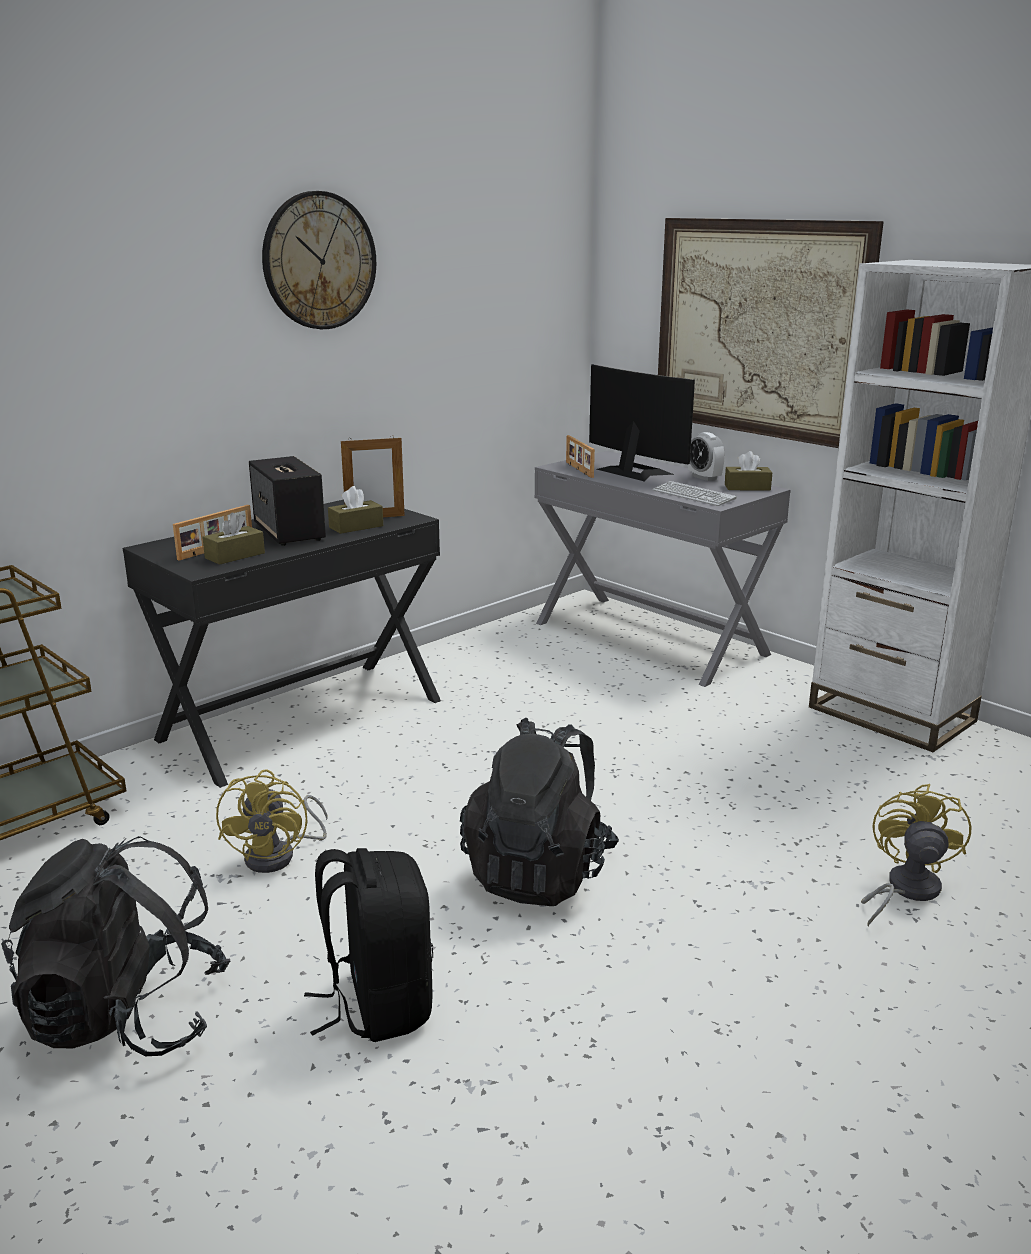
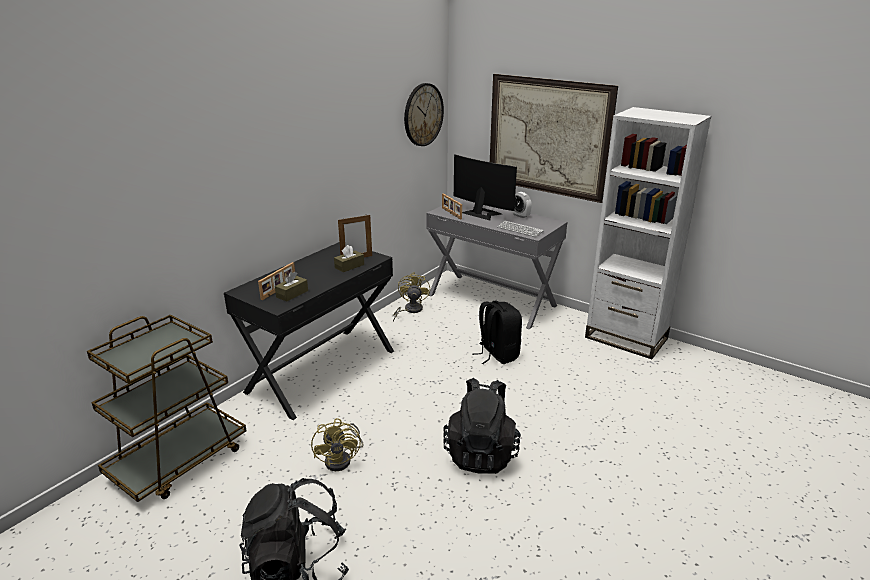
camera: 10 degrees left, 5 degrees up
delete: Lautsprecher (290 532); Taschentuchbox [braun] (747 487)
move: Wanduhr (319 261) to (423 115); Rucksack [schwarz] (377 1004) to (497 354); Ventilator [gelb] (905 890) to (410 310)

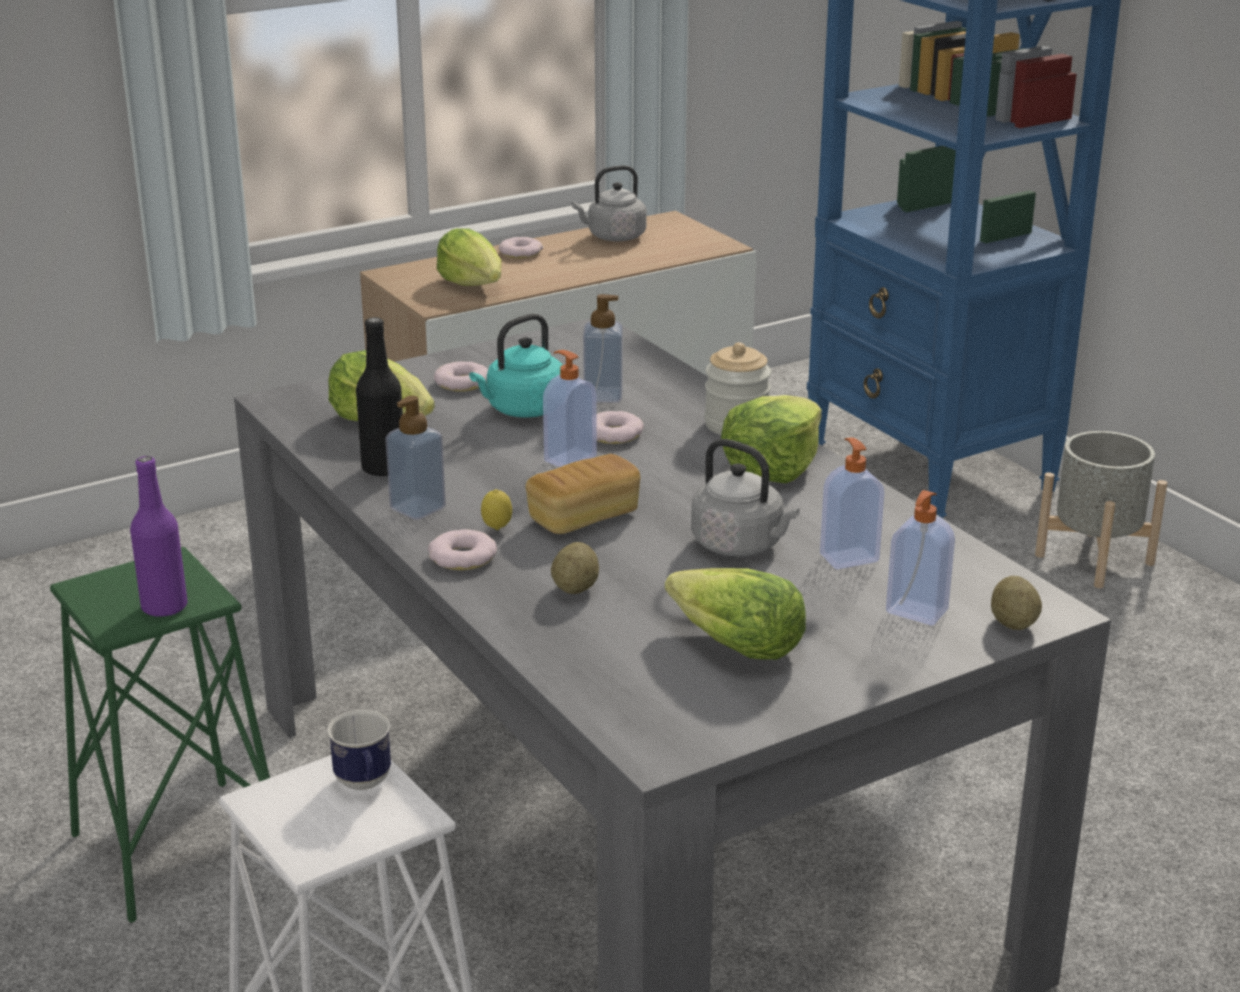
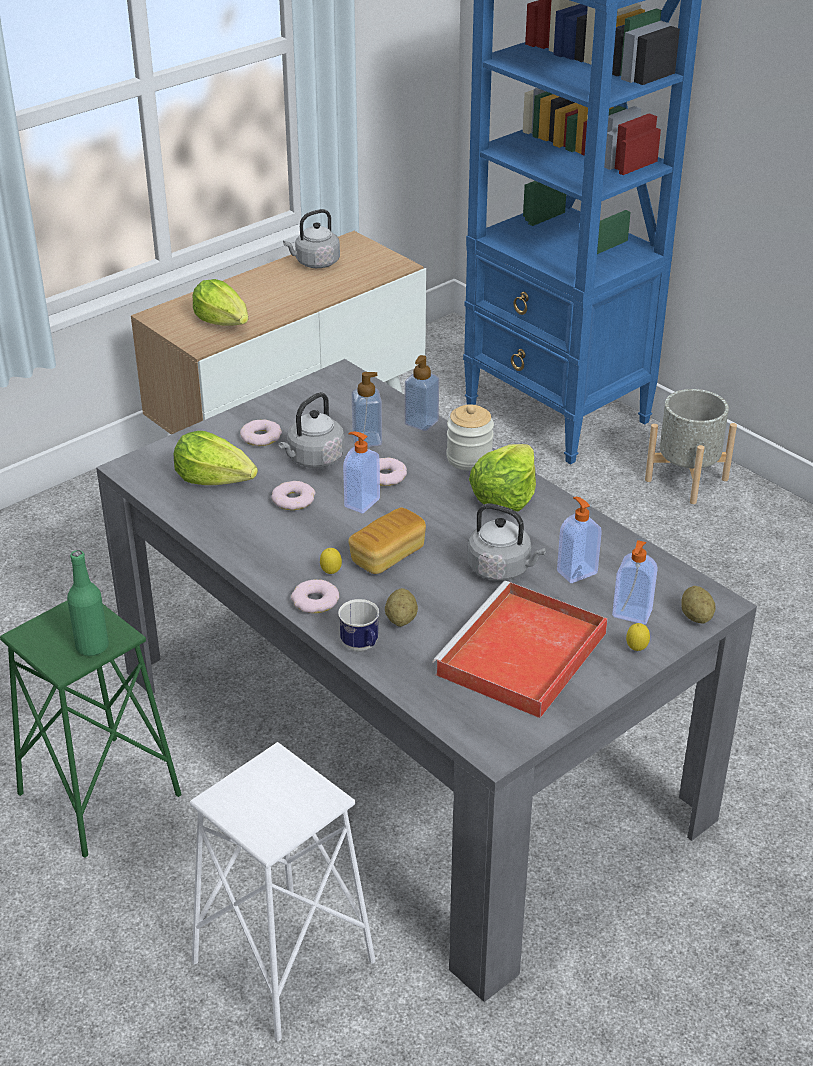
camera: 10 degrees left, 10 degrees up
delete: Flasche [schwarz] (383 468)
insert: Zitrone (636 650)
move: Henkelbecher (364 785) to (362 647); Seifenspender (417 508) to (421 422); Donut (520 253) to (293 500)
replace: Salatkopf (734 645) to Tablett [rot] (521 656)
recolor: Flasche [lila] (164 607) to Flasche [grün] (92 646); Wasserkessel [türkis] (522 410) to Wasserkessel [grau] (313 459)

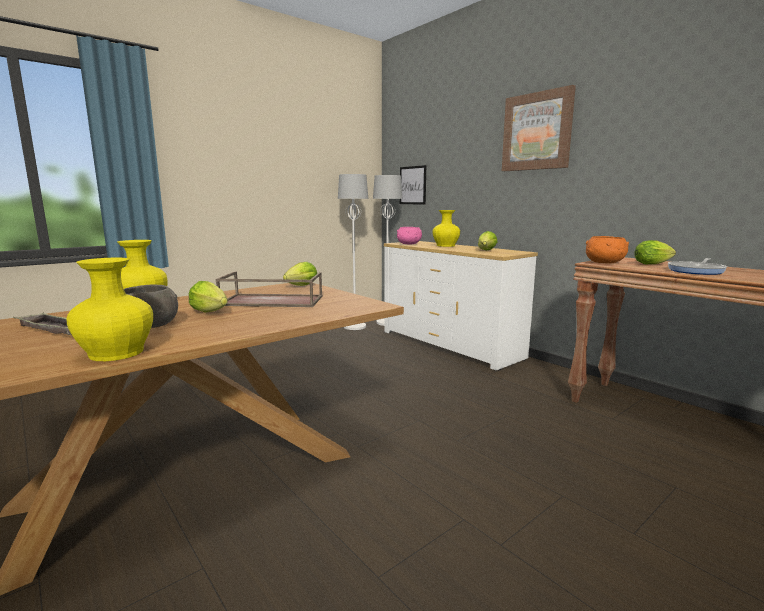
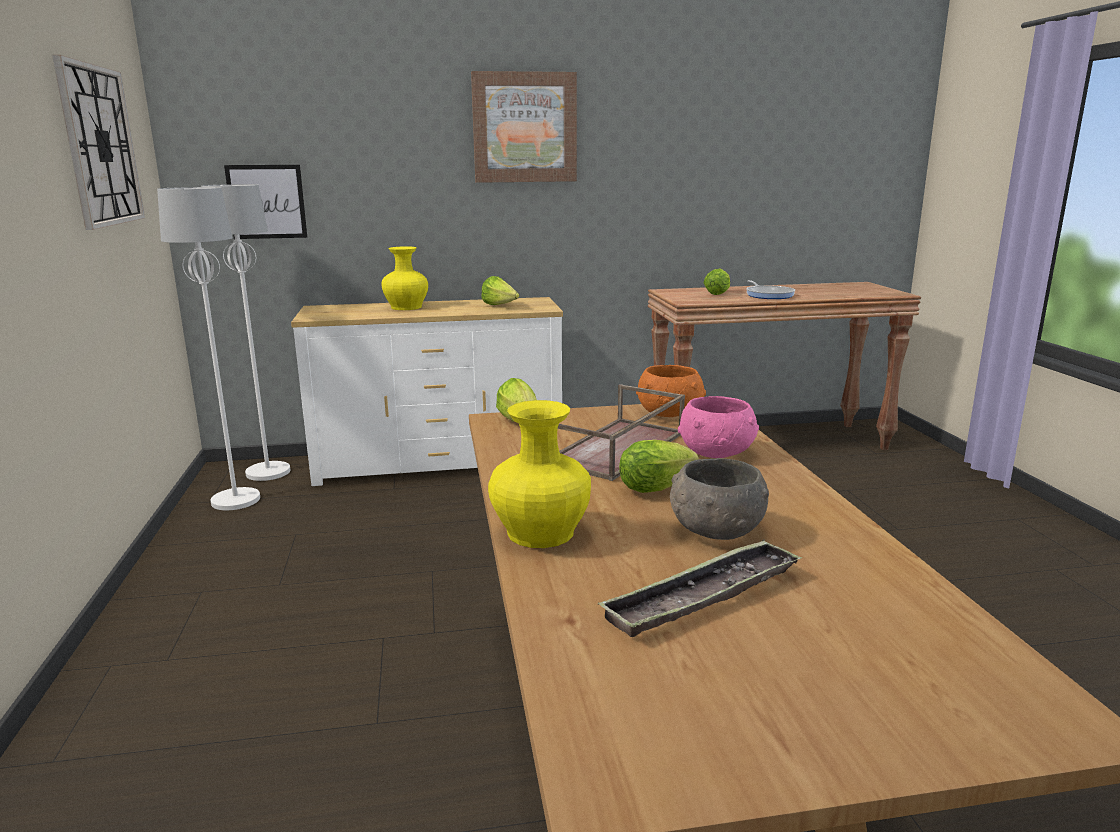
camera: 60 degrees left, 5 degrees up
delete: Vase [gelb] (115 353)
insert: Wanduhr (100 146)
move: Schüssel [rosa] (409 244) to (717 452); Schüssel [orange] (605 262) to (670 413)

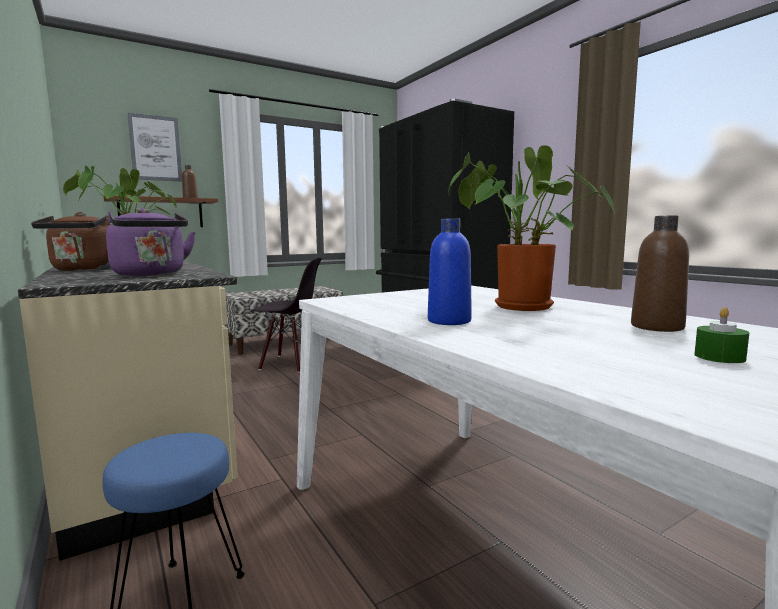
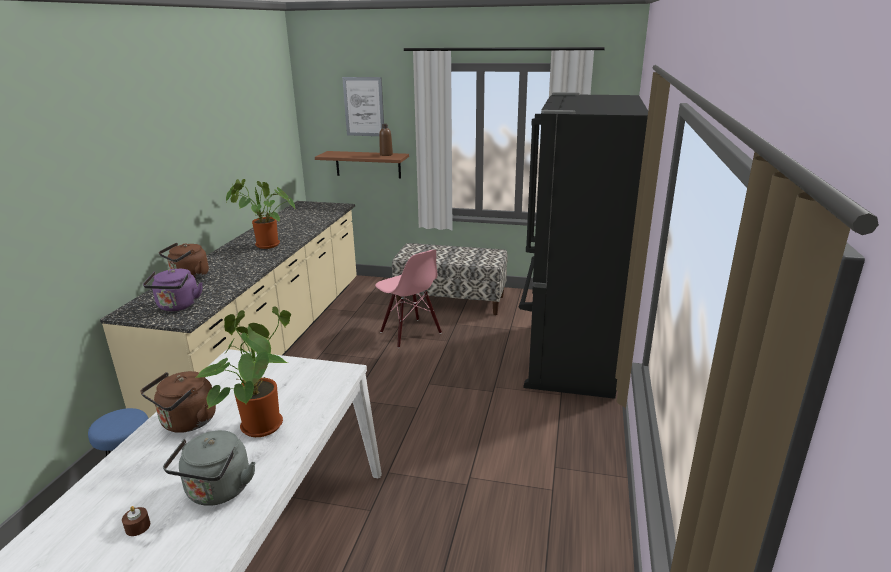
camera: 45 degrees right, 15 degrees up
replace: Flasche [blau] (449 321) to Wasserkessel [braun] (186 423); Flasche [braun] (657 327) to Wasserkessel [grau] (217 492)
recolor: Stuhl [schwarz] (289 363) to Stuhl [rosa] (410 333); Kerze [grün] (719 357) to Kerze [braun] (138 527)

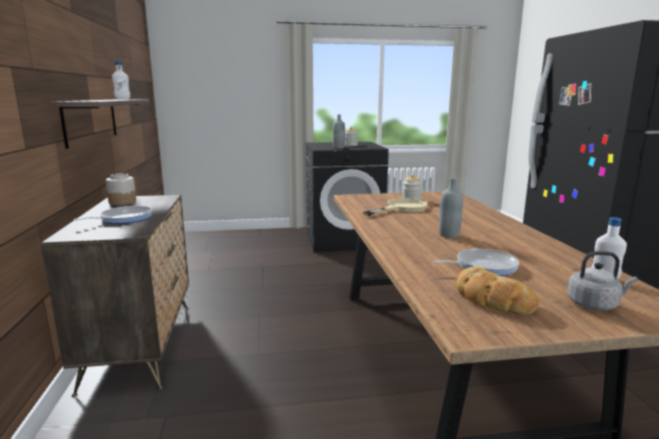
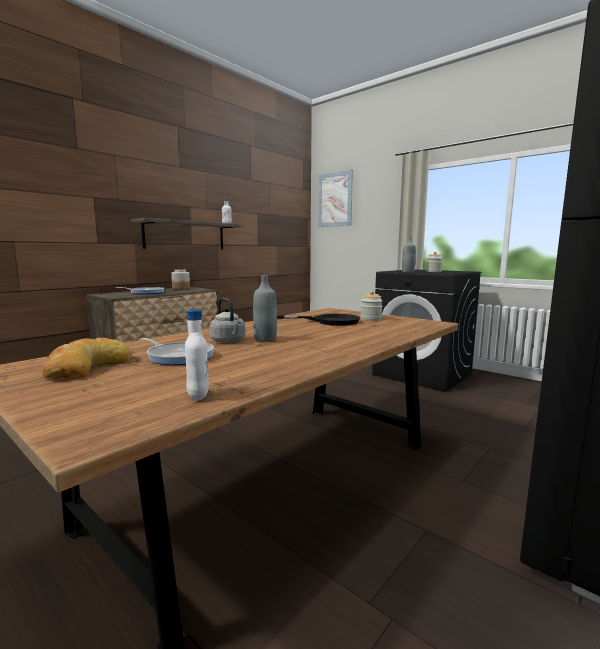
camera: 50 degrees right, 5 degrees down
insert: Bild (335 199)
move: Wasserkessel [grau] (594 305) to (229 341)
recolor: Pfanne [beige] (401 208) to Pfanne [schwarz] (328 321)

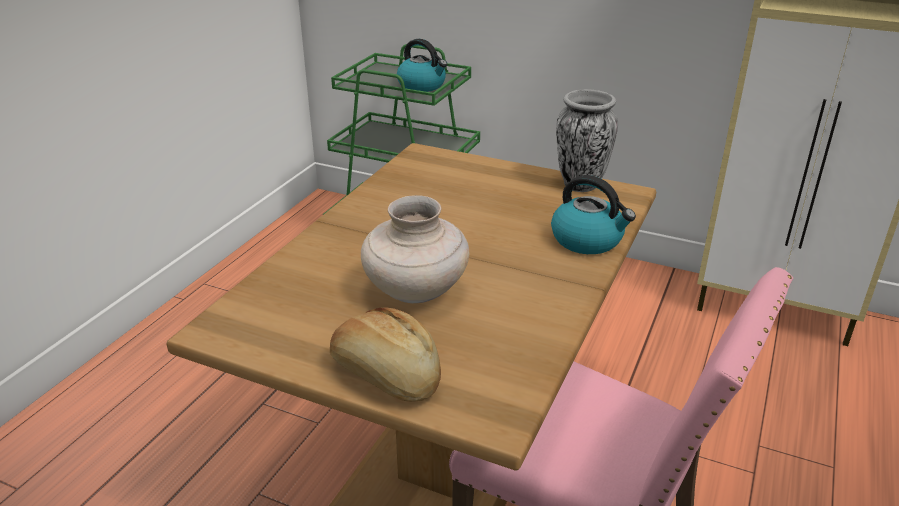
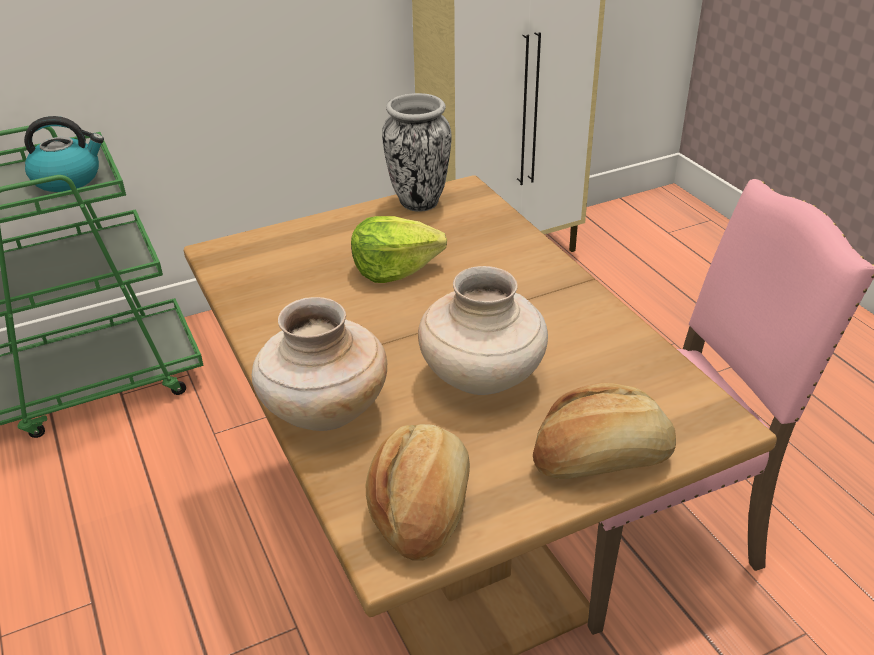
camera: 50 degrees left, 5 degrees up
delete: Wasserkessel (588 240)
insert: Vase [beige] (324 411); Salatkopf (394 269); Brot (422 508)

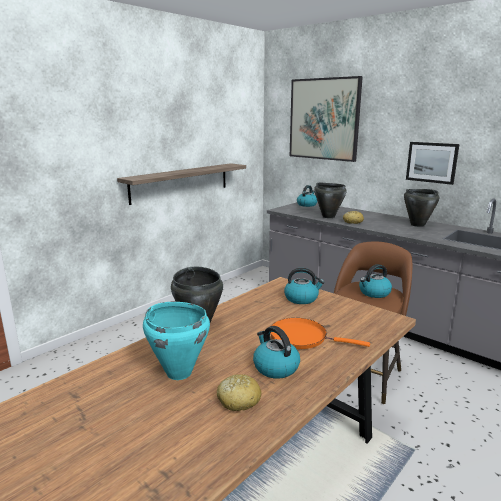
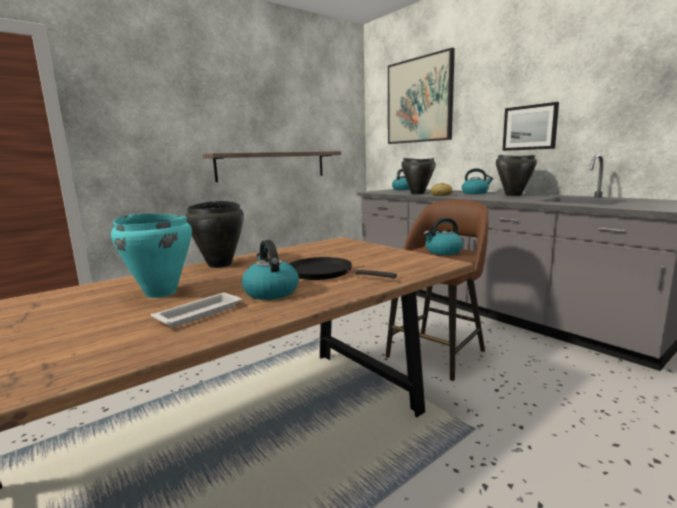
camera: 10 degrees right, 5 degrees down
move: Wasserkessel (302 298) to (475 193)
replace: Brot (238 400) to Tablett [weiß] (201 313)
recolor: Pfanne [orange] (302 337) to Pfanne [schwarz] (324 273)

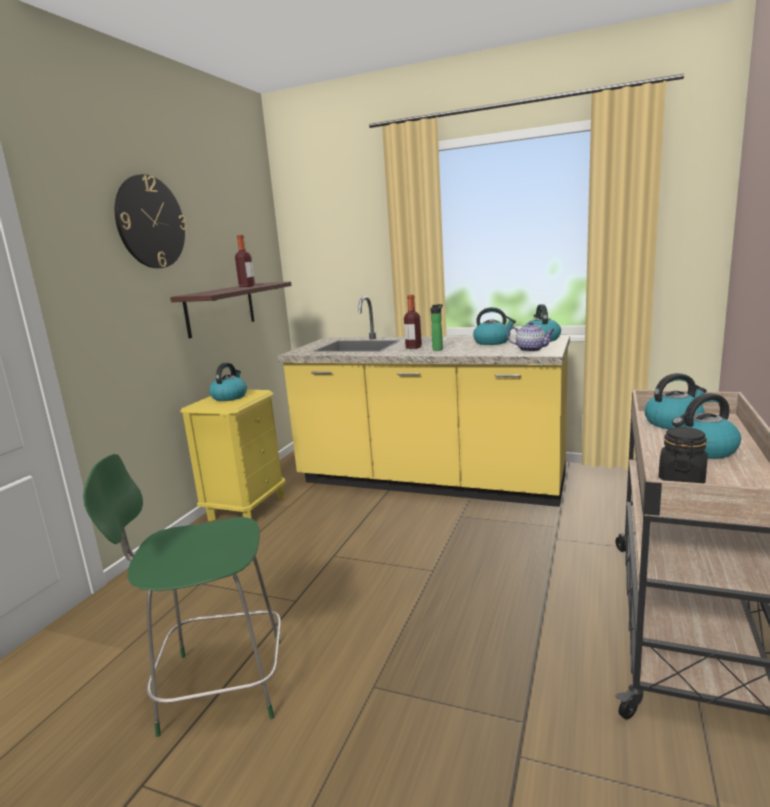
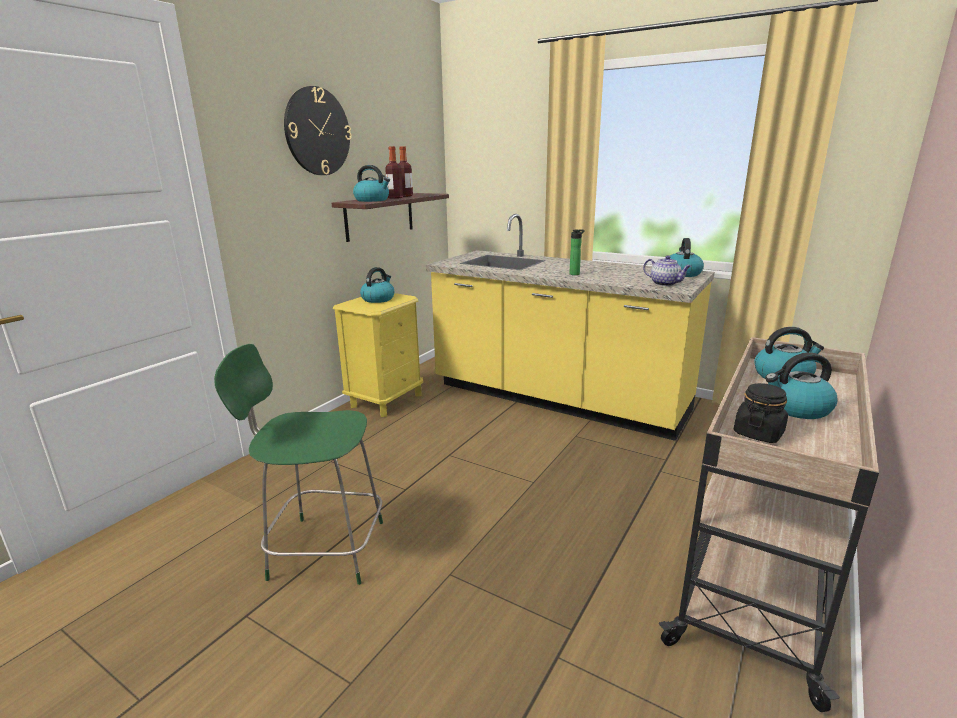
camera: 10 degrees right, 5 degrees up
move: Flasche (413 347) to (395 198); Wasserkessel (492 342) to (372 200)

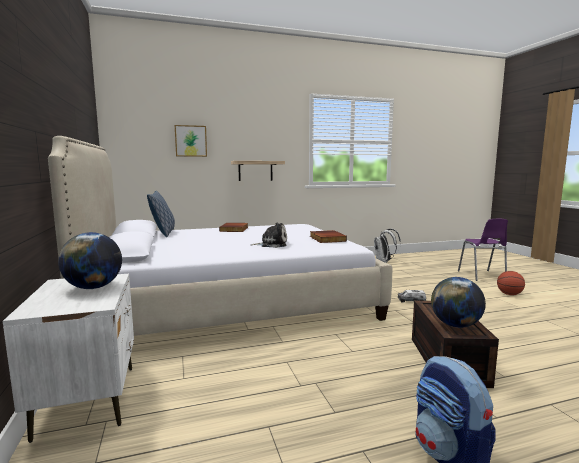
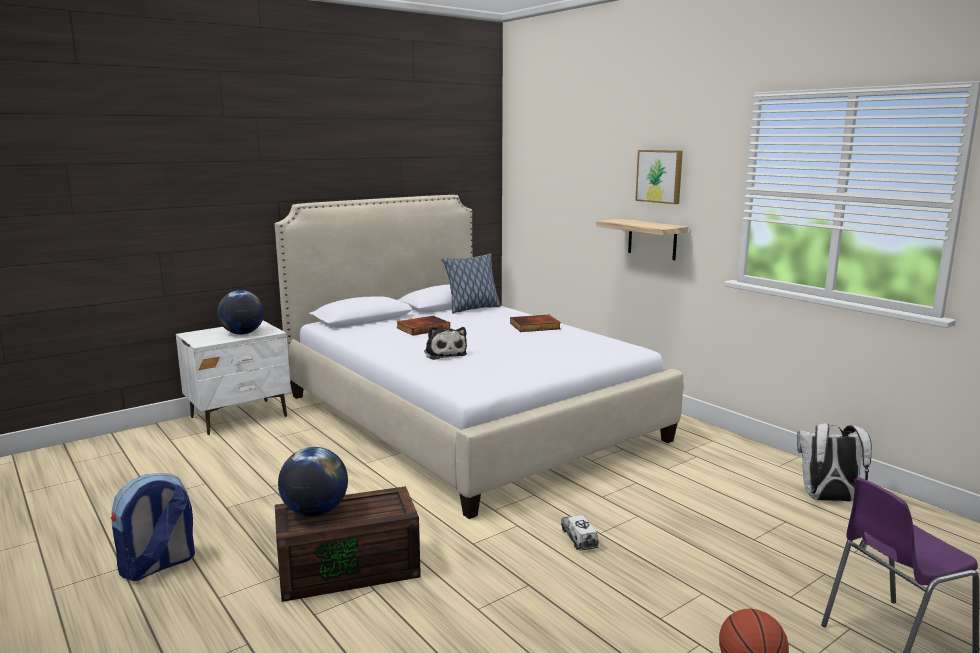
camera: 70 degrees right, 5 degrees up
move: Bild (190 141) to (660 176); Buch (326 239) to (423 328)

